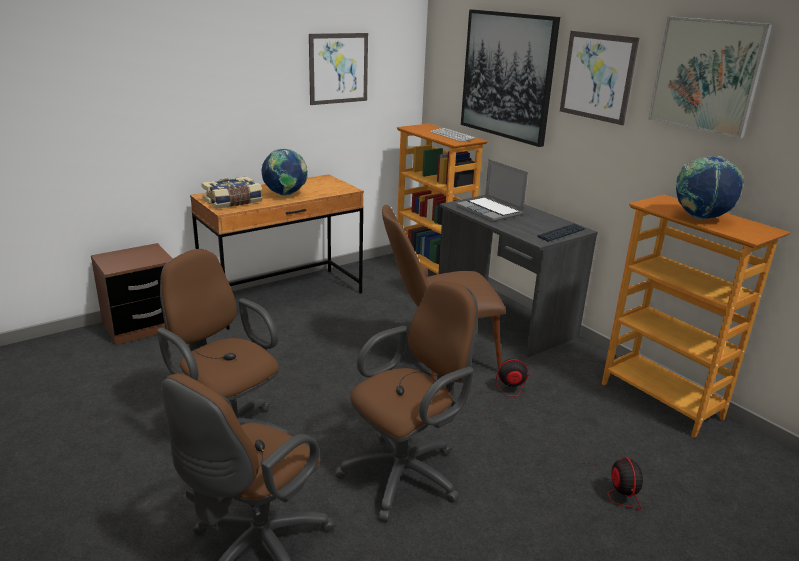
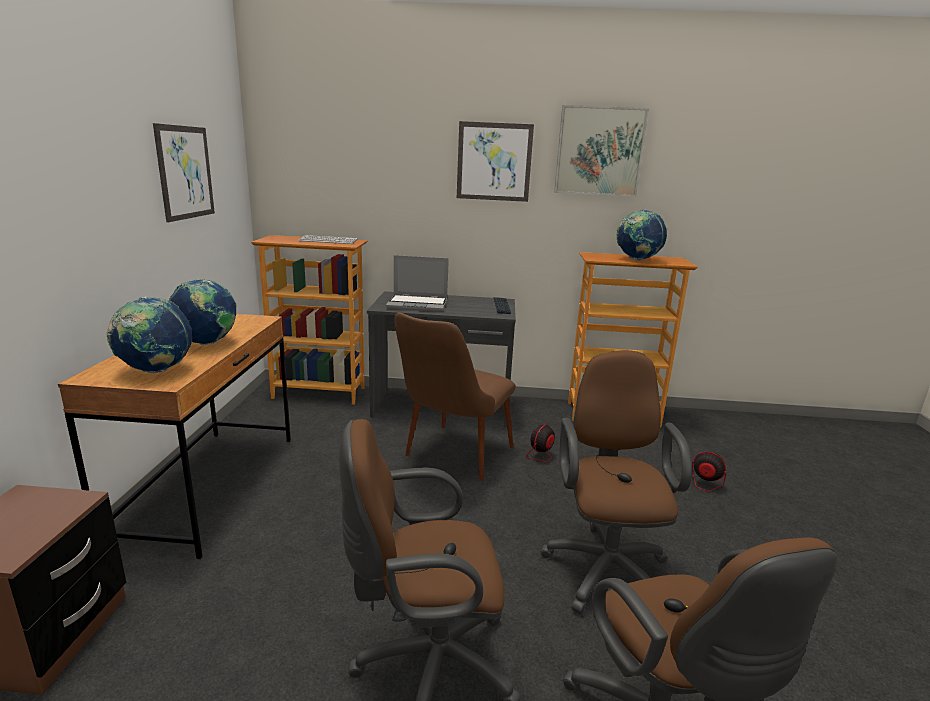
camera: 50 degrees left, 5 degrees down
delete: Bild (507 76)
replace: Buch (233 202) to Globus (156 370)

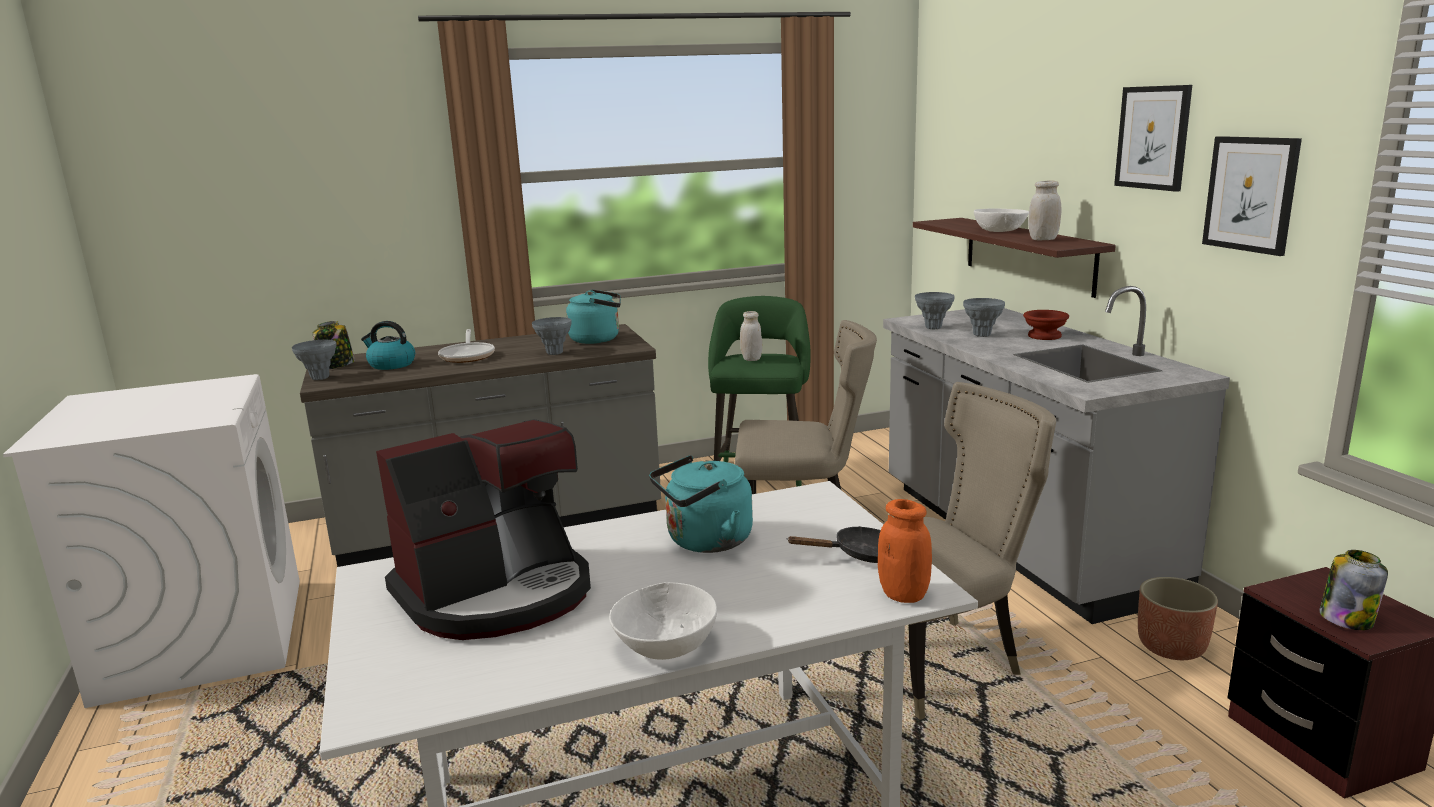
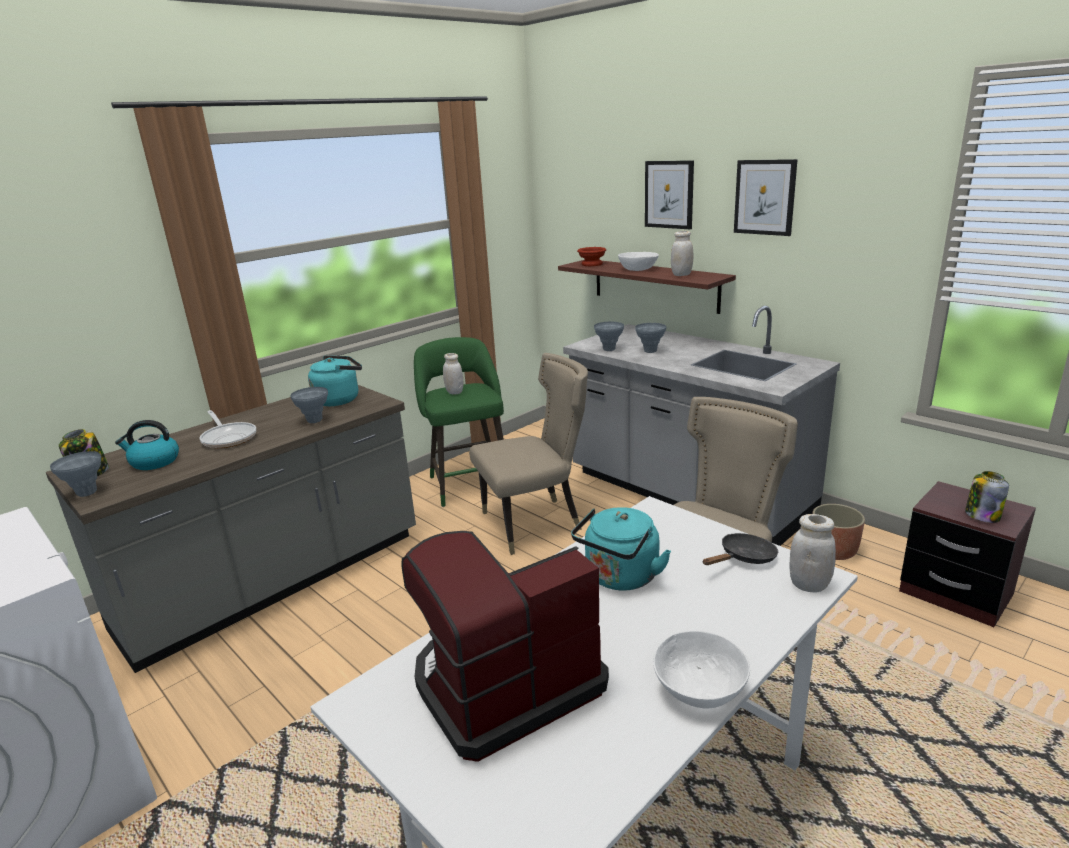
camera: 25 degrees left, 5 degrees up
move: Schüssel [braun] (1044 336) to (591 264); Bild (1250 194) to (669 194)
recolor: Vorratsglas [orange] (903 595) to Vorratsglas [weiß] (809 585)
rotate: Kaffeemaschine (497 594) = (504 685) 150 degrees counterclockwise

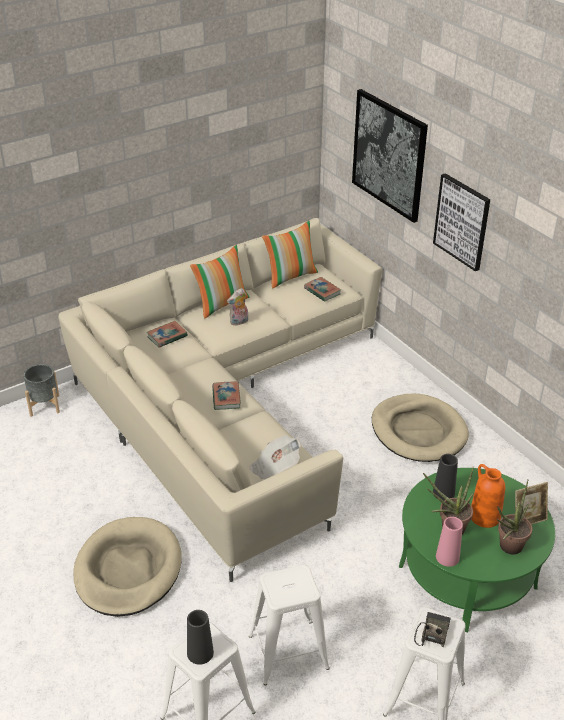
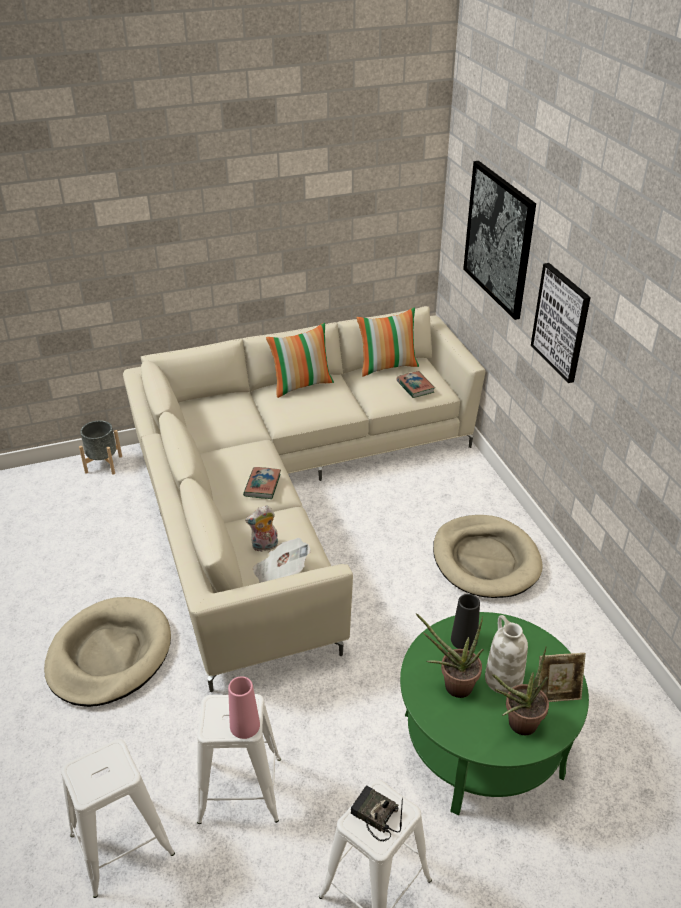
camera: 15 degrees right, 0 degrees up
delete: Buch (167 336); Vase [schwarz] (200 653)
move: Plüschtier (239 322) to (264 546); Vase [rosa] (447 557) to (245 725)
recolor: Vase [orange] (484 516) to Vase [weiß] (502 679)
rotate: Radio (431 633) = (374 816) 90 degrees counterclockwise

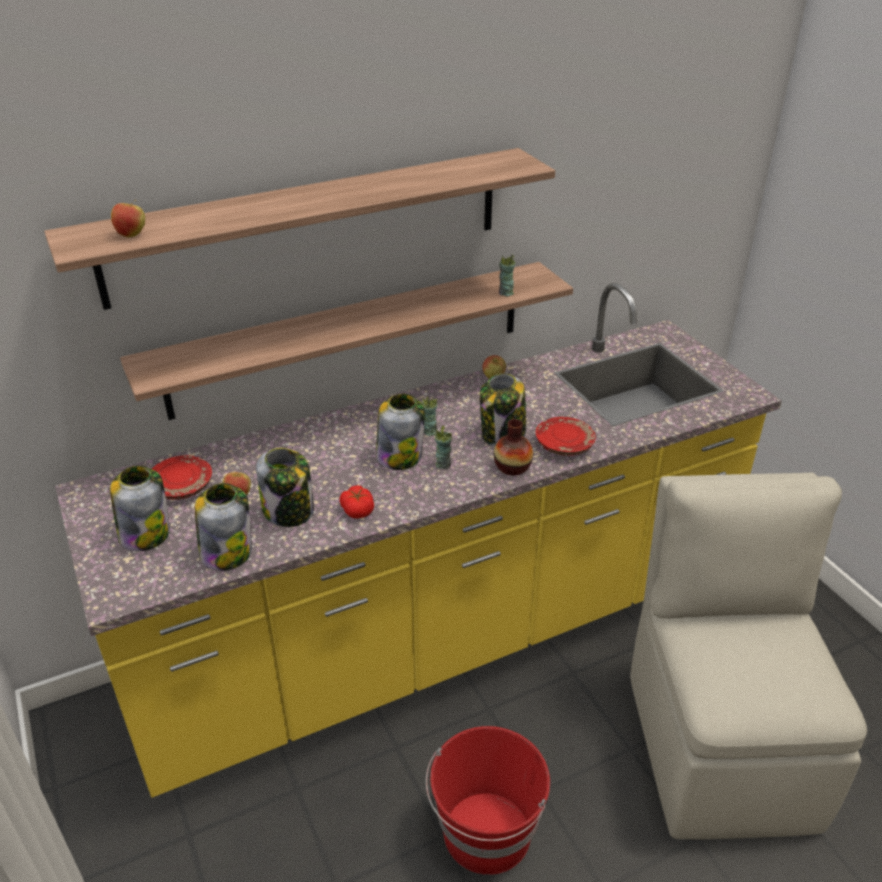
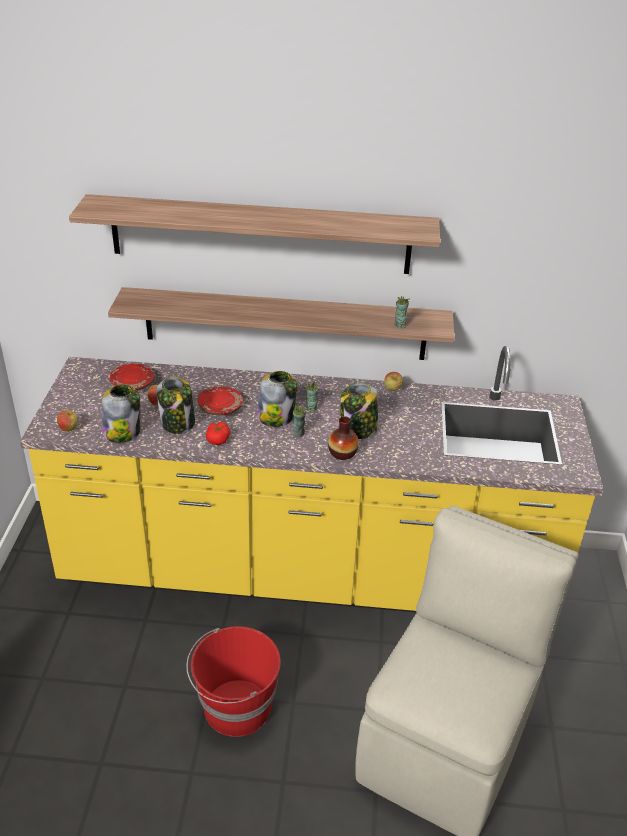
camera: 30 degrees right, 0 degrees up
delete: Vorratsglas (145 533)
move: Apfel (132 235) to (69 429); Teller [rot] (564 445) to (220 407)

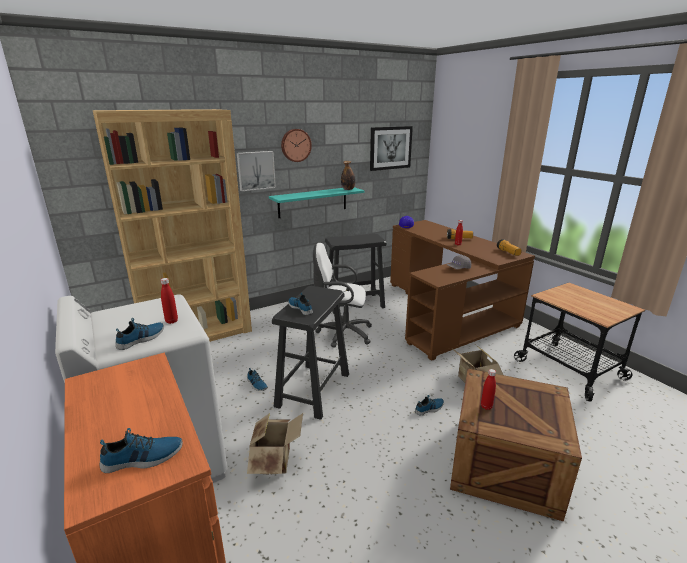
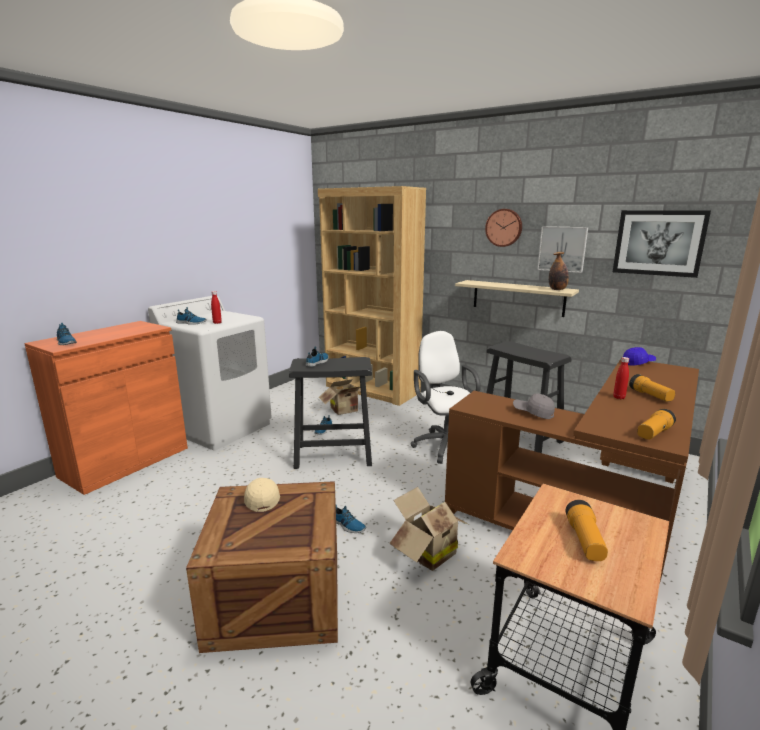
camera: 65 degrees right, 5 degrees down
insert: Taschenlampe (585 541)
move: Bild (256 170) to (562 249); Karton (275 460) to (345 411)
replace: Flasche [rot] (486 406) to Kappe [beige] (262 499)
recolor: Wandregal [türkis] (313 202) to Wandregal [beige] (518 298)

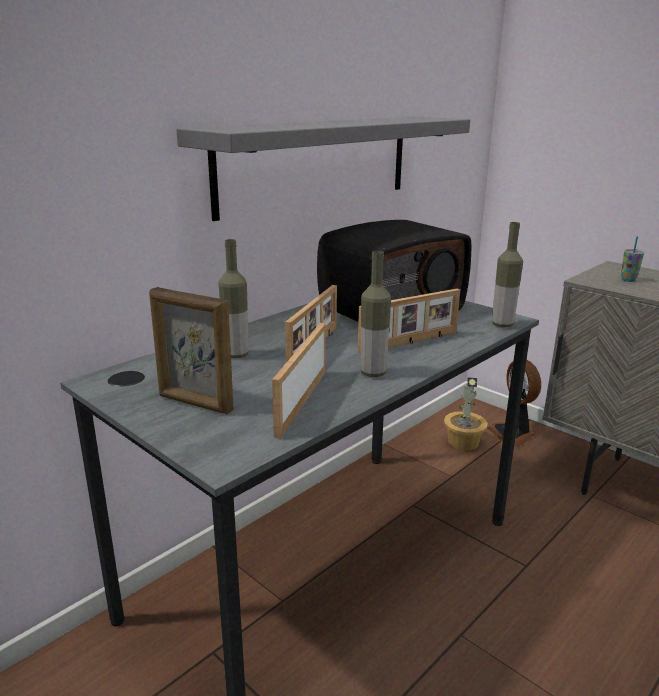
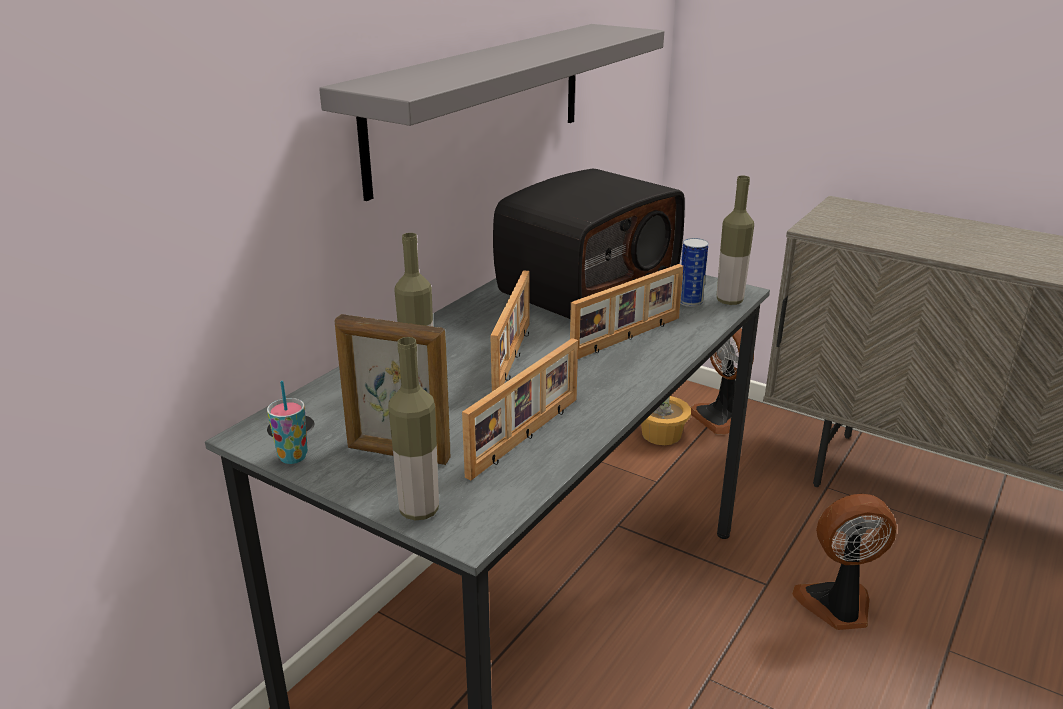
camera: 10 degrees left, 5 degrees up
insert: Dose (690 302); Ventilator (837 607)
move: Flasche (373 373) to (419 510); Tasse (628 280) to (293 457)
rotate: Bilderrahmen (299 401) = (526 437) 150 degrees counterclockwise

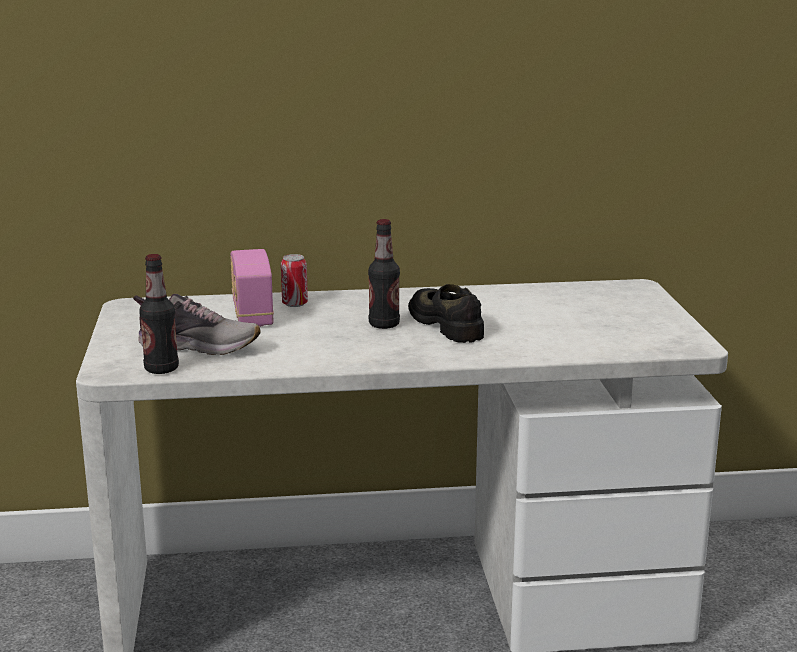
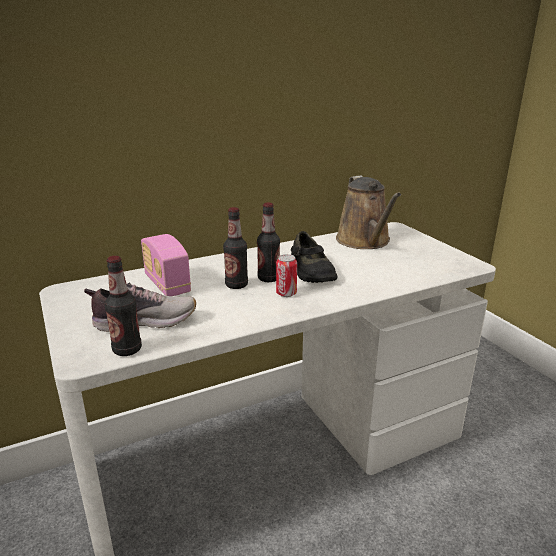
camera: 20 degrees left, 5 degrees up
insert: Flasche (236 285); Gießkanne [braun] (365 241)
move: Dose (295 304) to (286 293)
rotate: Schuh [schwarz] (447 324) = (310 272) 150 degrees counterclockwise

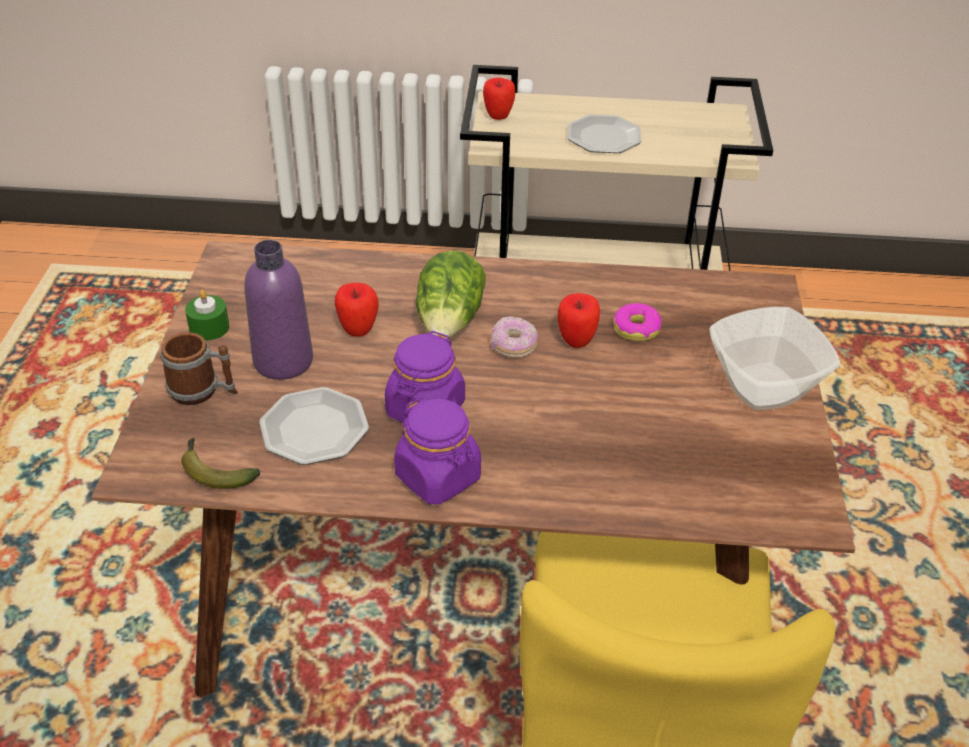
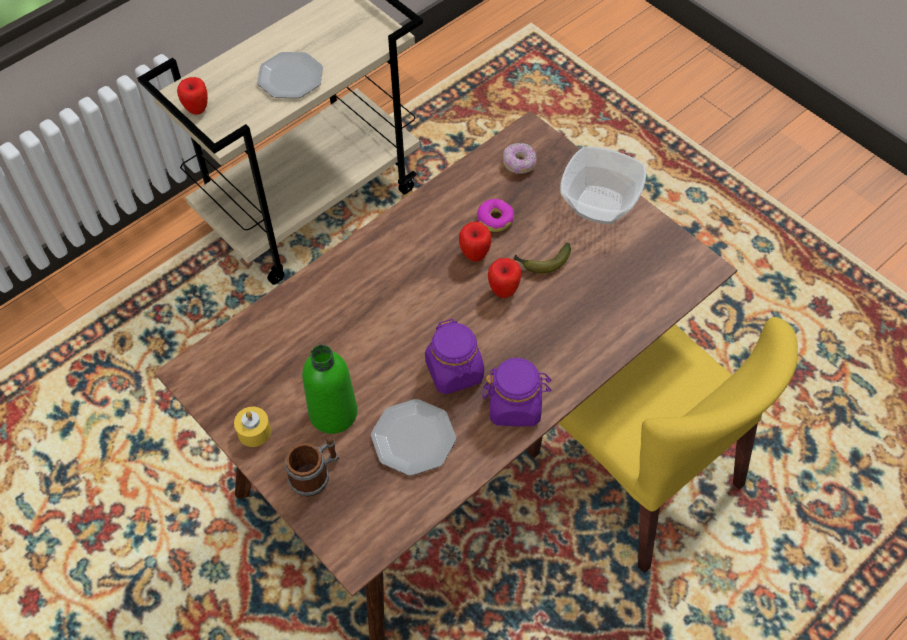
camera: 45 degrees left, 15 degrees up
delete: Salatkopf (450 321)
move: Banane (214 471) to (542 262); Apfel (358 330) to (503 290); Donut (513 346) to (519 164)
recolor: Kerze [grün] (209 327) to Kerze [gelb] (254 432); Flasche [lila] (283 361) to Flasche [grün] (333 413)

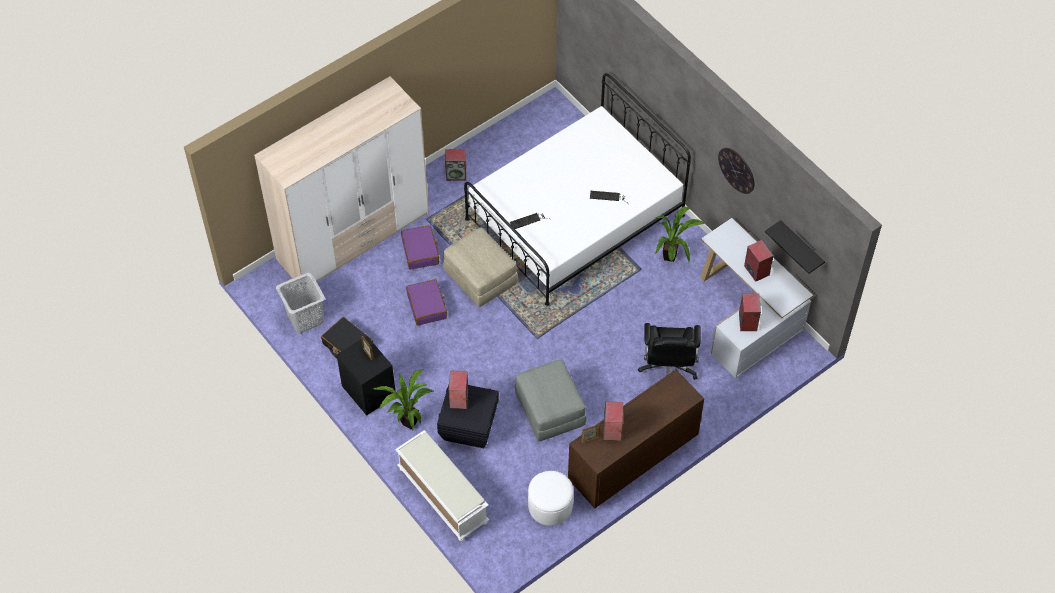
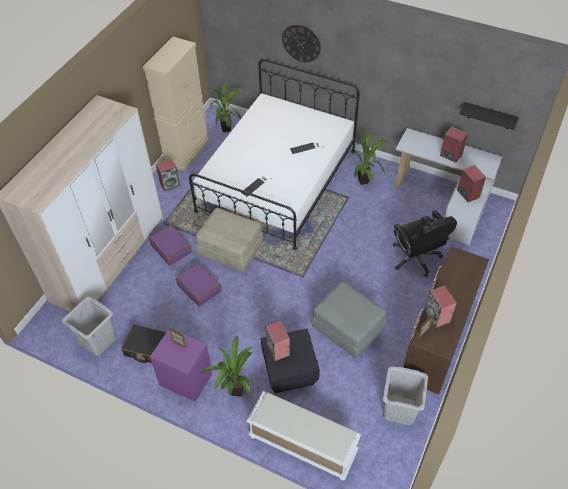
camera: 25 degrees left, 5 degrees down
insert: Schrank [beige] (186 152); Topfpflanze (228 129)
move: Wanduhr (736 170) to (301 43)
replace: Polsterhocker [weiß] (550 506) to Wäschekorb [grau] (399 409)
recolor: Nachttisch [schwarz] (369 391) to Nachttisch [lila] (186 379)

